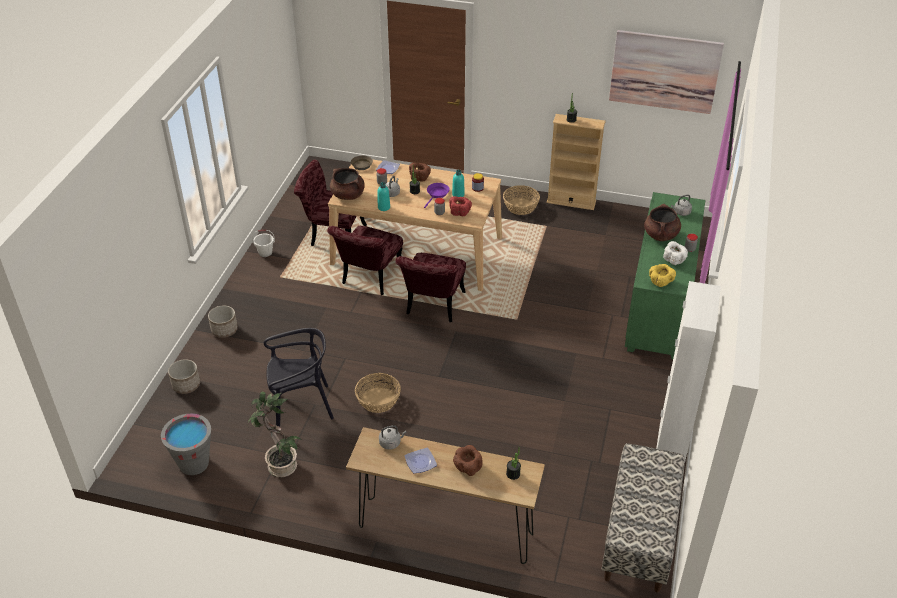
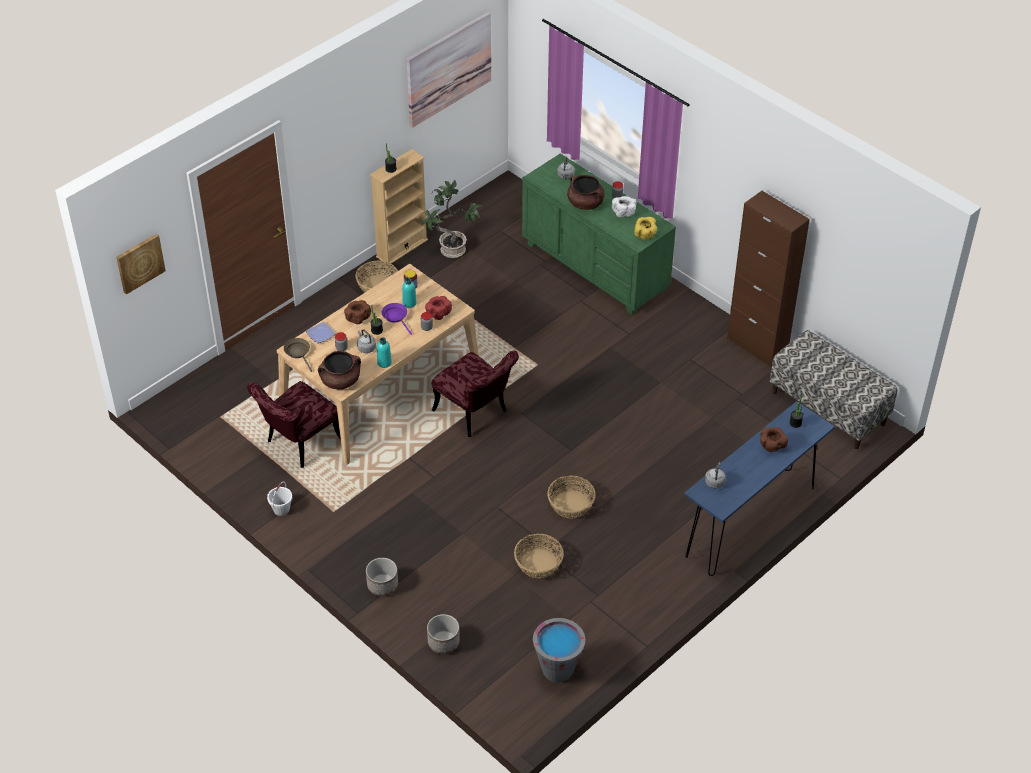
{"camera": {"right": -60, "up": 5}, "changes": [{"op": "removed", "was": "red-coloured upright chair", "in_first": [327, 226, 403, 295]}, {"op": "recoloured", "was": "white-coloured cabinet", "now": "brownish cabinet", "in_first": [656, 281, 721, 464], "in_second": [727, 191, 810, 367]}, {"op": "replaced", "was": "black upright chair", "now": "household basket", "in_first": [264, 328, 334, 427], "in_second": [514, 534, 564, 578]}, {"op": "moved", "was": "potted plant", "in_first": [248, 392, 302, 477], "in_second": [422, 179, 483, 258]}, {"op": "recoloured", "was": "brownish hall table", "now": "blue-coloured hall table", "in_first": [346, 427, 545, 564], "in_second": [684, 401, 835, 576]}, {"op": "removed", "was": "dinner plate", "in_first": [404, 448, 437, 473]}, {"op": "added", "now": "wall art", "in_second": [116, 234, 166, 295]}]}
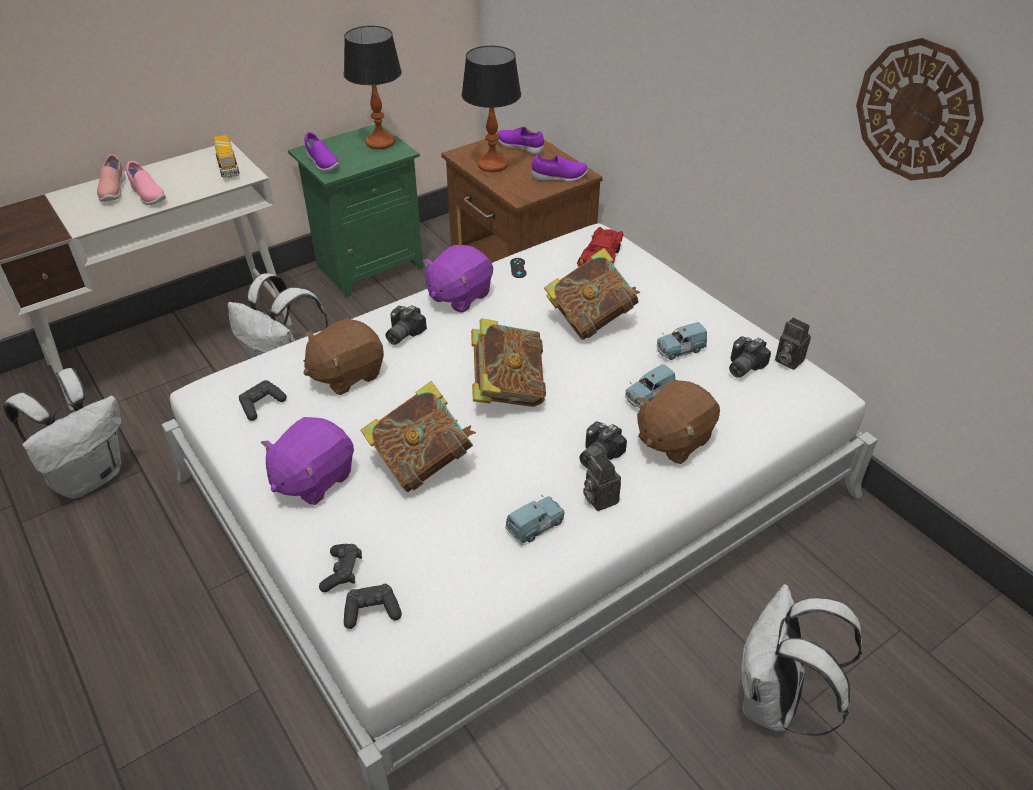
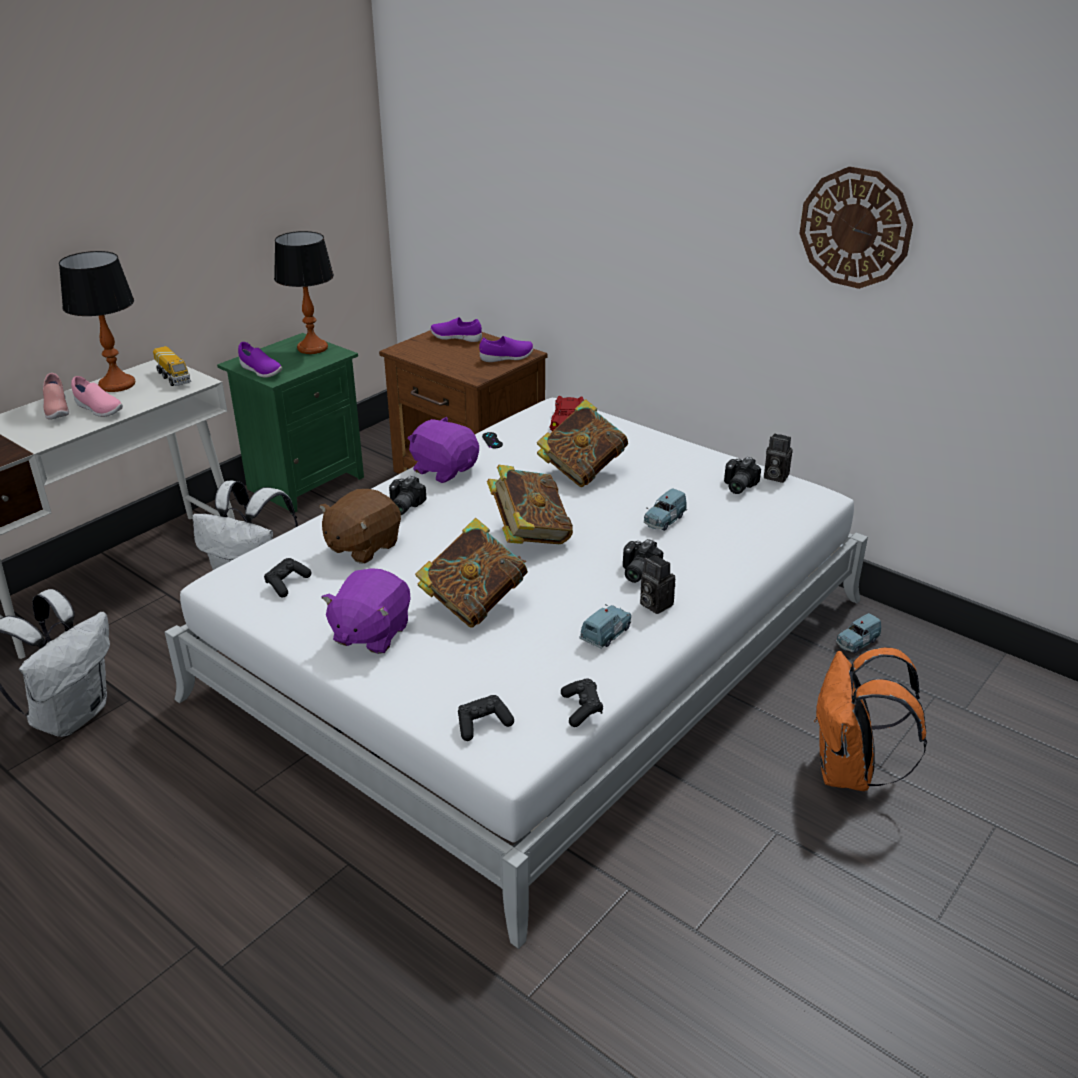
{"camera": {"right": -15, "up": -10}, "changes": [{"op": "moved", "was": "lamp for a table", "in_first": [462, 46, 521, 172], "in_second": [59, 251, 135, 392]}, {"op": "turned", "was": "purple plush toy", "in_first": [423, 245, 493, 313], "in_second": [407, 416, 479, 483], "clockwise": 105}, {"op": "moved", "was": "blue-coloured miniature car", "in_first": [657, 322, 707, 360], "in_second": [836, 613, 881, 653]}, {"op": "removed", "was": "brownish plush toy", "in_first": [637, 379, 720, 464]}, {"op": "moved", "was": "black game controller", "in_first": [319, 544, 362, 592], "in_second": [561, 678, 603, 727]}, {"op": "recoloured", "was": "white-coloured backpack", "now": "orange backpack", "in_first": [741, 584, 862, 736], "in_second": [814, 648, 927, 791]}]}
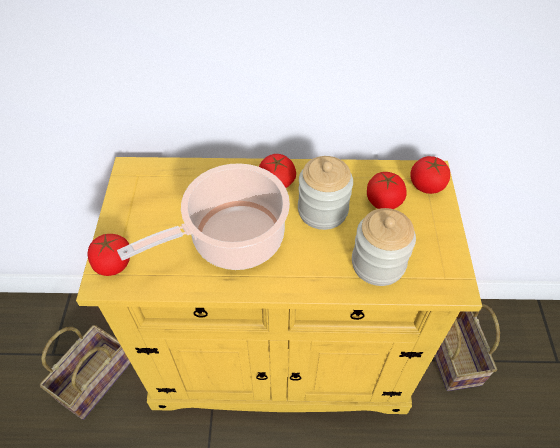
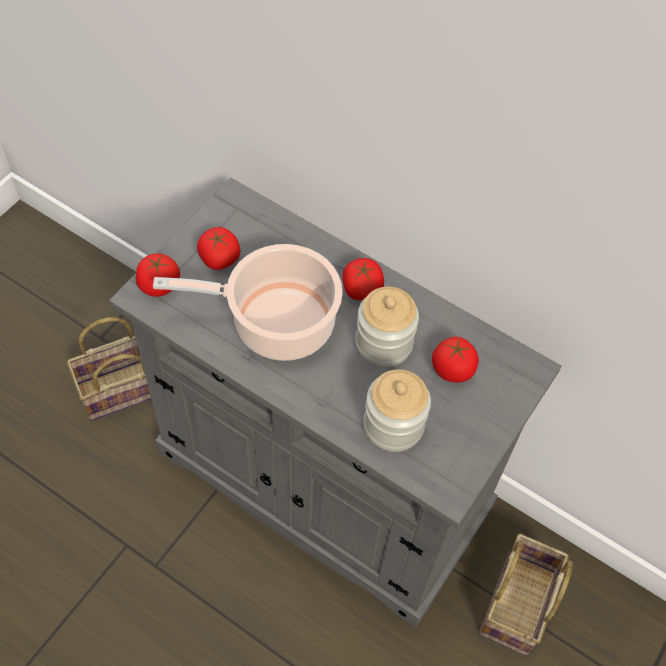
{"camera": {"right": 30, "up": 5}, "changes": [{"op": "moved", "was": "whole tomato", "in_first": [410, 156, 450, 194], "in_second": [197, 227, 240, 270]}, {"op": "recoloured", "was": "yellow cabinet", "now": "grey cabinet", "in_first": [76, 157, 482, 414], "in_second": [109, 177, 562, 627]}]}
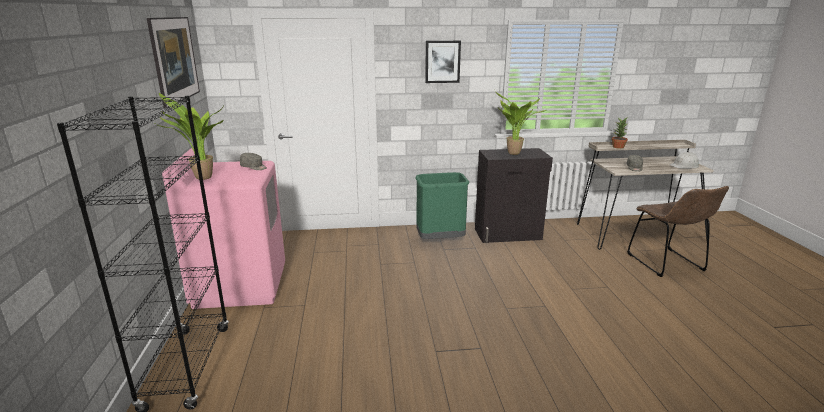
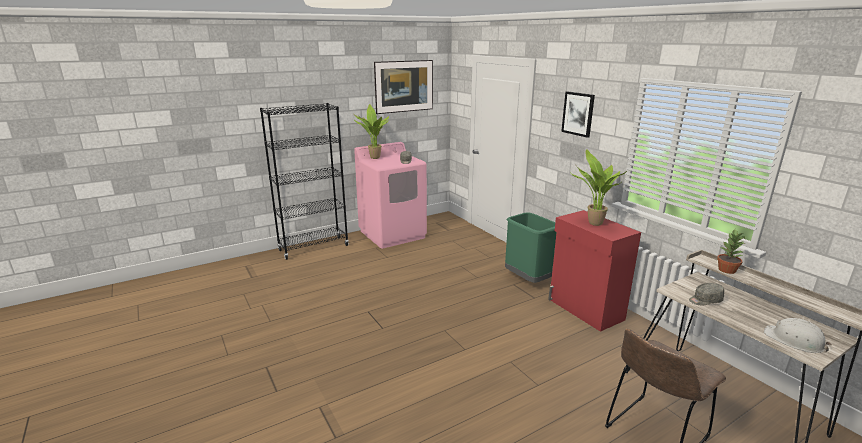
{"camera": {"right": 65, "up": 0}, "changes": [{"op": "recoloured", "was": "black cabinet", "now": "red-coloured cabinet", "in_first": [475, 148, 553, 243], "in_second": [548, 210, 641, 332]}]}
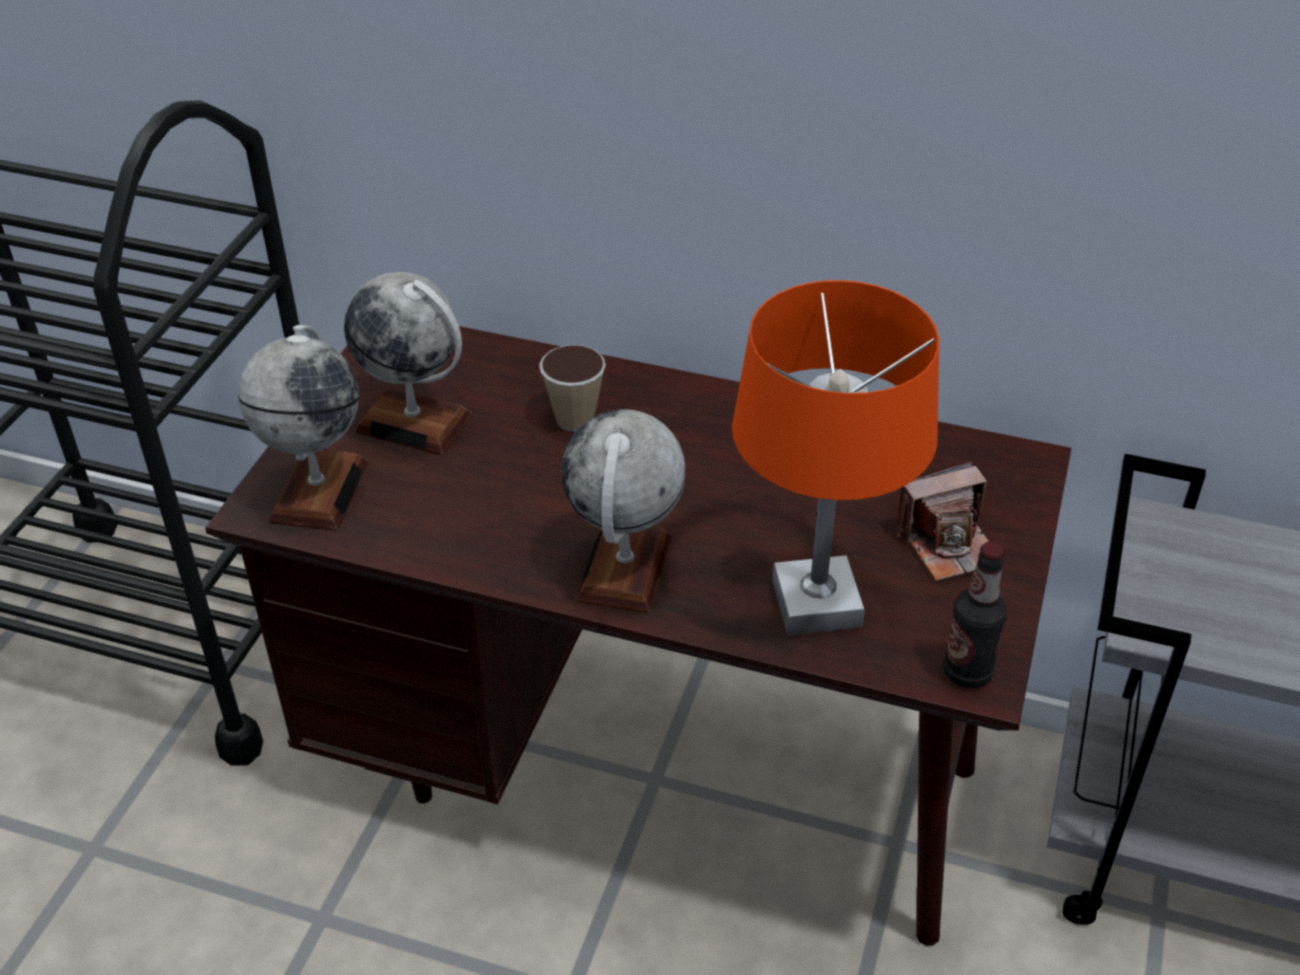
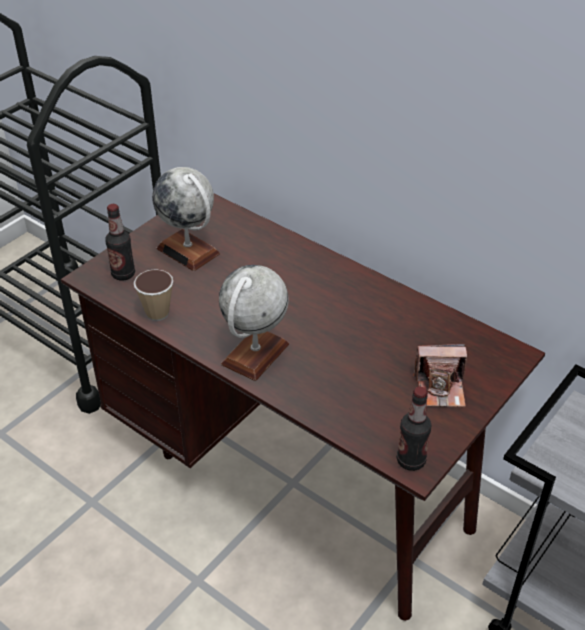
{"camera": {"right": 20, "up": 0}, "changes": [{"op": "removed", "was": "orange lamp for a table", "in_first": [732, 280, 939, 635]}, {"op": "replaced", "was": "world globe", "now": "beverage bottle", "in_first": [238, 325, 368, 530], "in_second": [105, 204, 135, 281]}, {"op": "moved", "was": "drinking cup", "in_first": [539, 345, 606, 432], "in_second": [134, 269, 173, 321]}]}
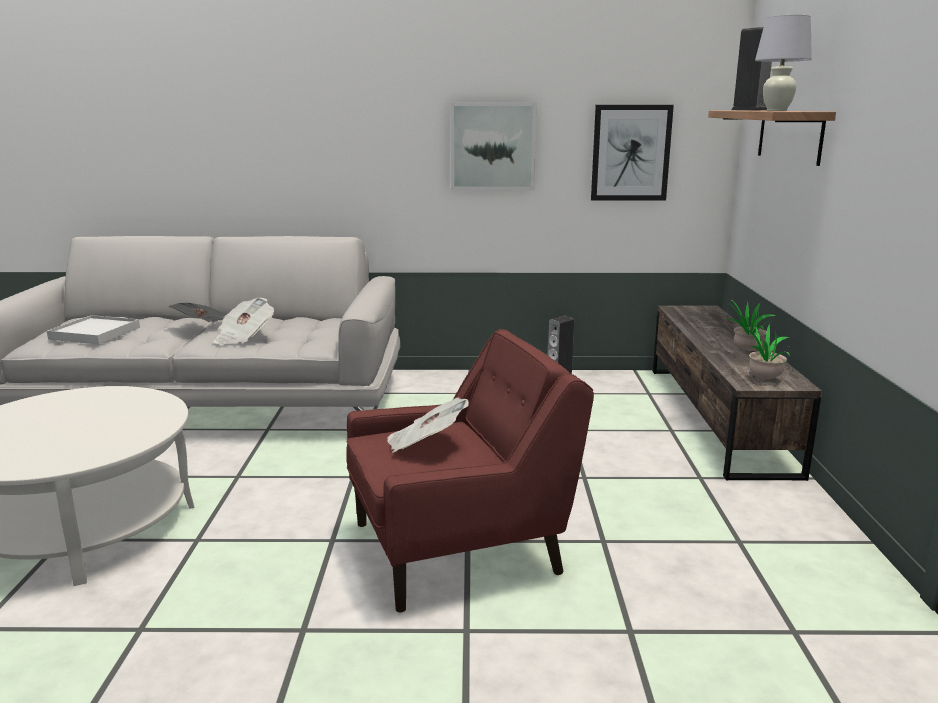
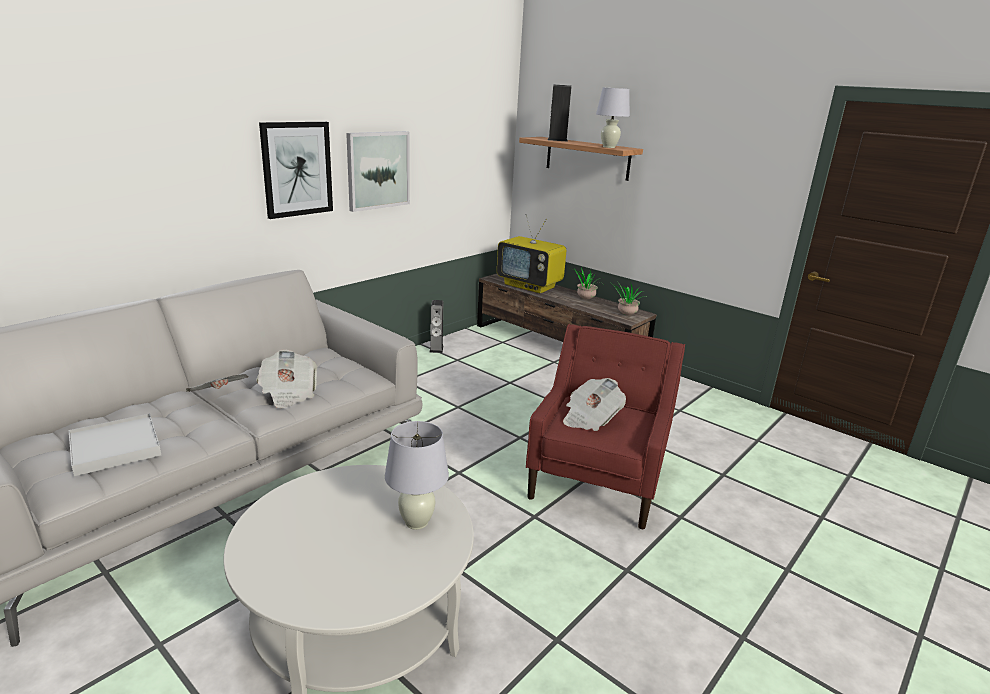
{"camera": {"right": -50, "up": 5}, "changes": [{"op": "moved", "was": "wall art", "in_first": [591, 105, 674, 200], "in_second": [259, 122, 333, 219]}, {"op": "added", "now": "TV", "in_second": [497, 214, 566, 293]}, {"op": "added", "now": "white-coloured lamp for a table", "in_second": [385, 421, 449, 530]}]}
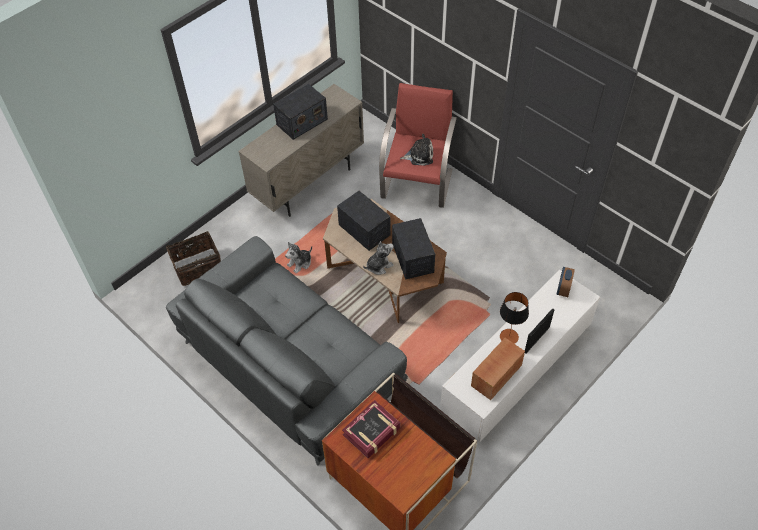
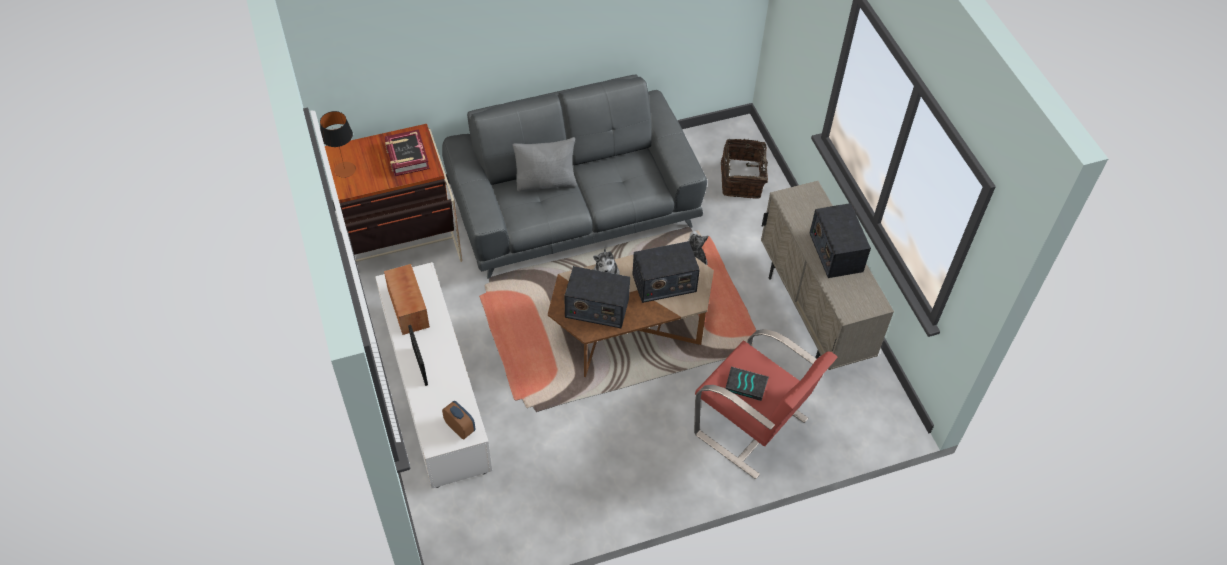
{"camera": {"right": 115, "up": 0}, "changes": [{"op": "replaced", "was": "plush toy", "now": "volume", "in_first": [400, 134, 433, 166], "in_second": [725, 367, 769, 401]}, {"op": "moved", "was": "lamp for a table", "in_first": [500, 292, 529, 344], "in_second": [320, 111, 356, 178]}, {"op": "added", "now": "grey throw pillow", "in_second": [512, 137, 577, 191]}]}
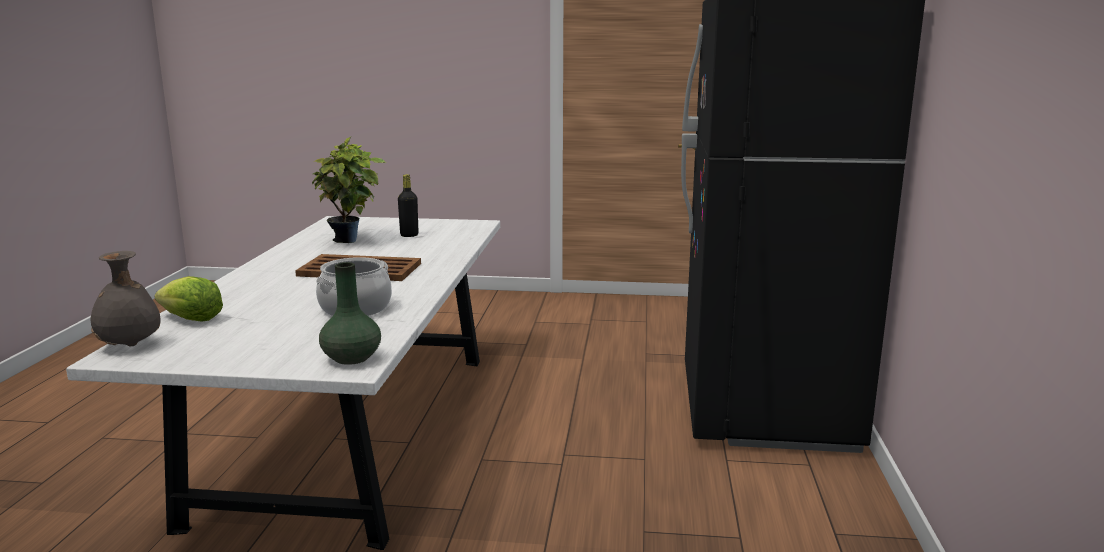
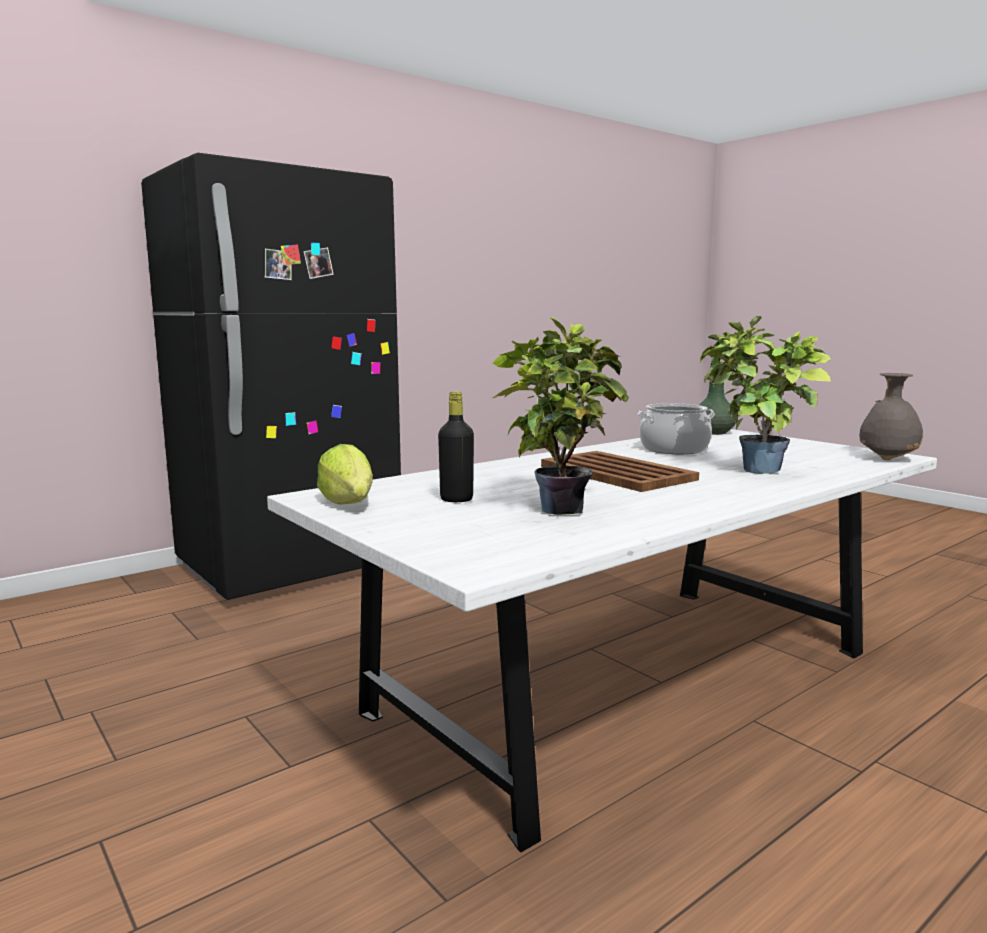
{"camera": {"right": -135, "up": -5}, "changes": [{"op": "moved", "was": "lettuce", "in_first": [154, 276, 223, 322], "in_second": [317, 444, 373, 505]}, {"op": "added", "now": "potted plant", "in_second": [700, 316, 831, 474]}]}
